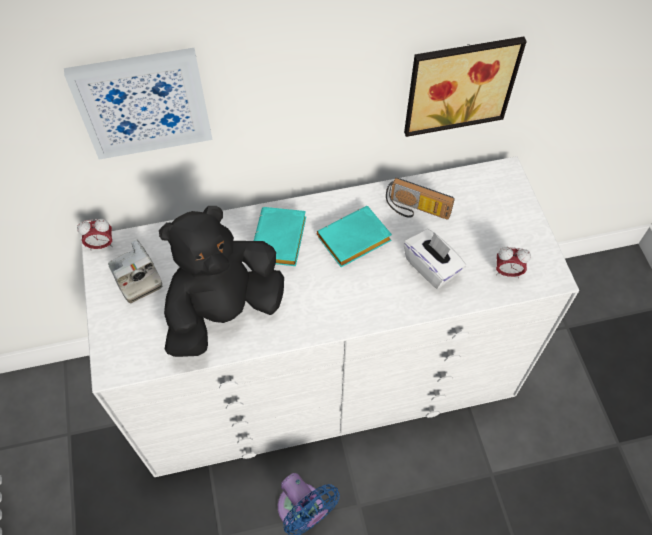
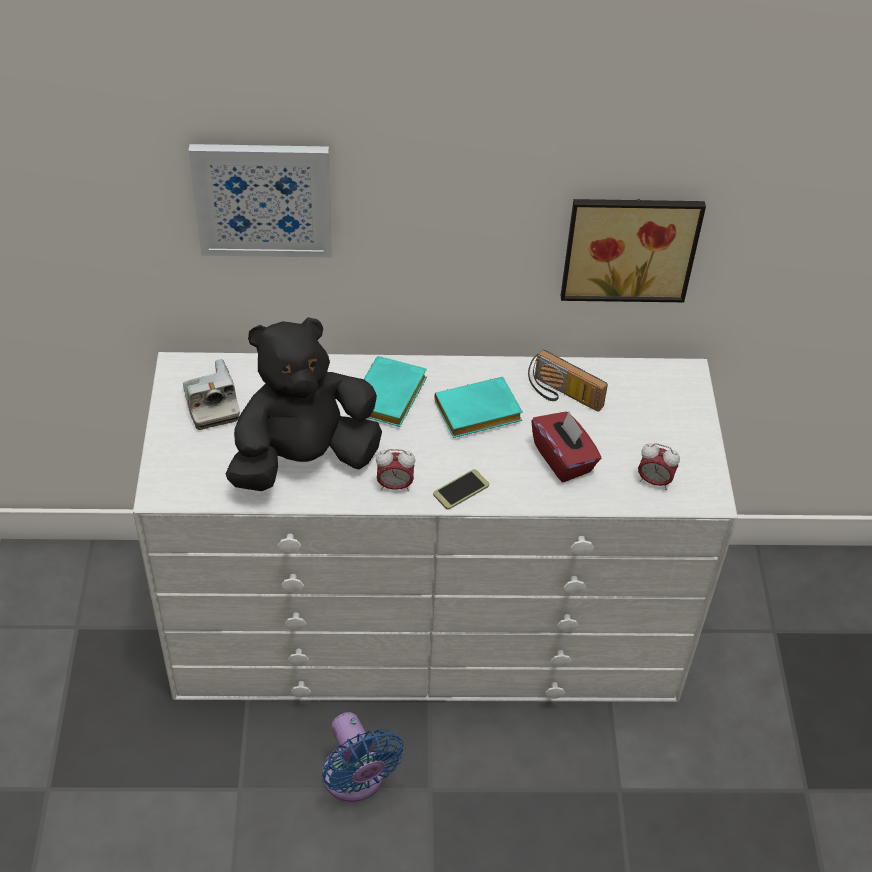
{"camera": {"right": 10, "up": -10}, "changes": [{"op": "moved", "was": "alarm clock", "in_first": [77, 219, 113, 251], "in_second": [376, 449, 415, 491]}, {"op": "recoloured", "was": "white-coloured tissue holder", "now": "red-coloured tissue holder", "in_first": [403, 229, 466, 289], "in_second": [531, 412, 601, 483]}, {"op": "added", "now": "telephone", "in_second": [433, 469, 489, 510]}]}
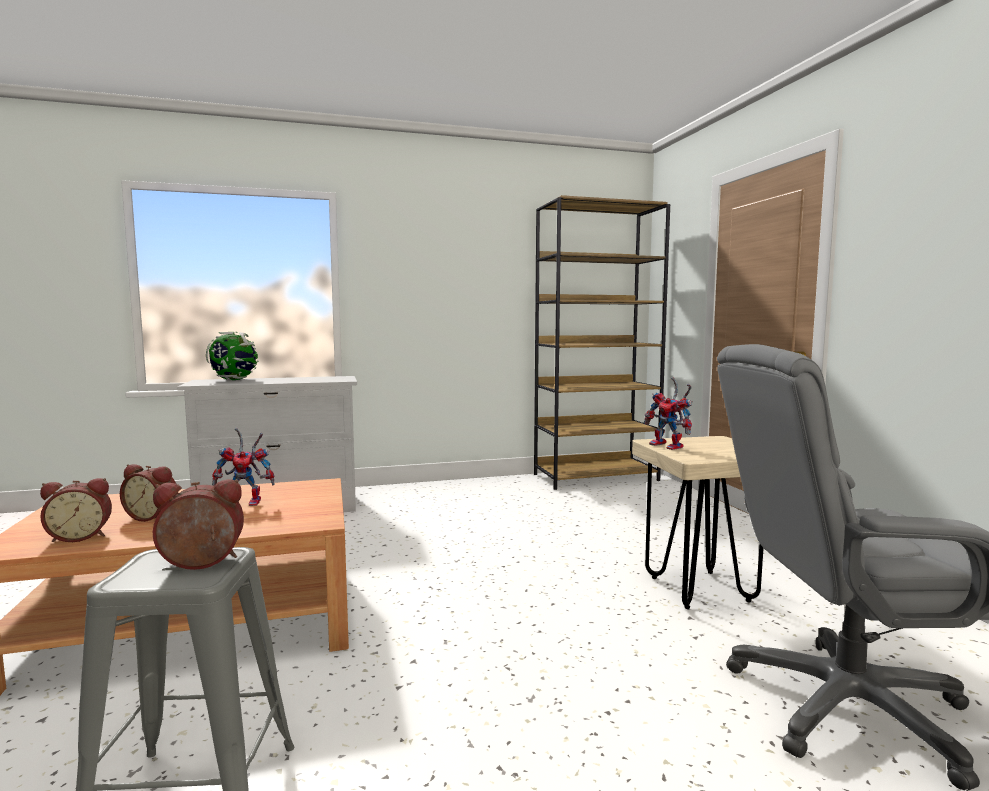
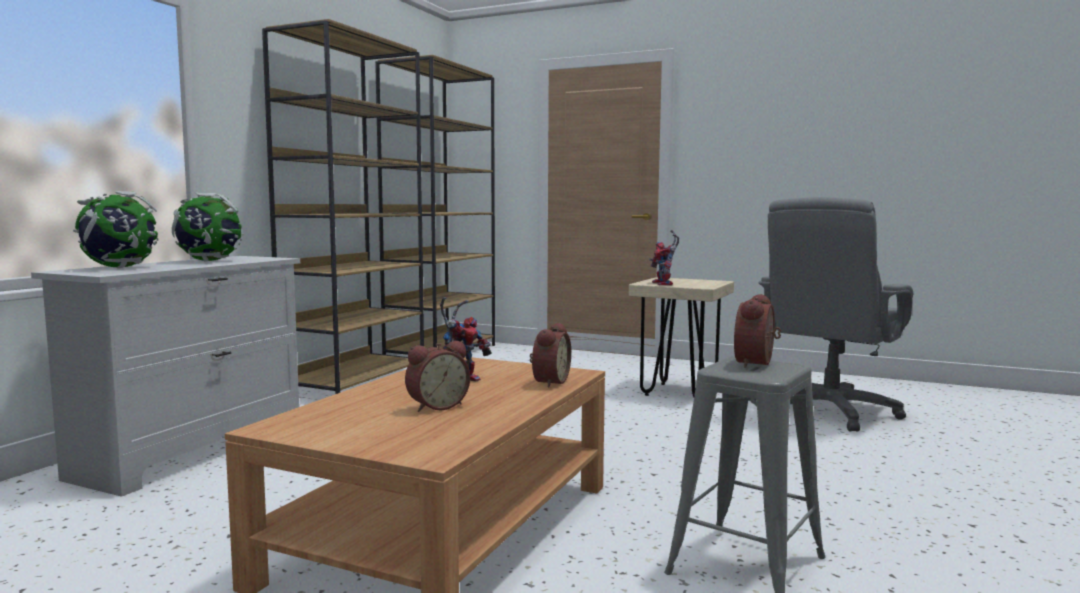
{"camera": {"right": -50, "up": 0}, "changes": [{"op": "turned", "was": "robot figure", "in_first": [643, 377, 693, 450], "in_second": [649, 230, 679, 285], "clockwise": 75}, {"op": "moved", "was": "alarm clock", "in_first": [40, 478, 112, 542], "in_second": [530, 323, 571, 388]}, {"op": "added", "now": "brownish bookcase", "in_second": [262, 19, 424, 394]}, {"op": "added", "now": "world globe", "in_second": [172, 193, 244, 262]}]}
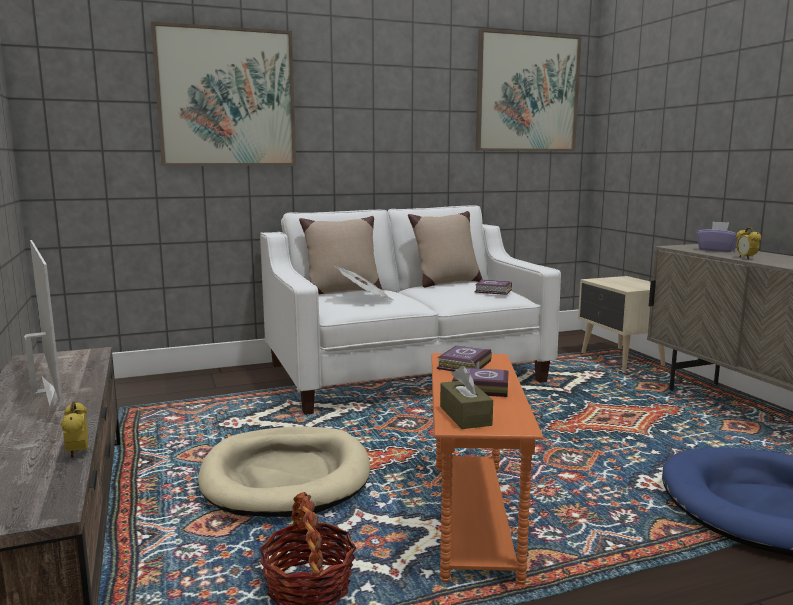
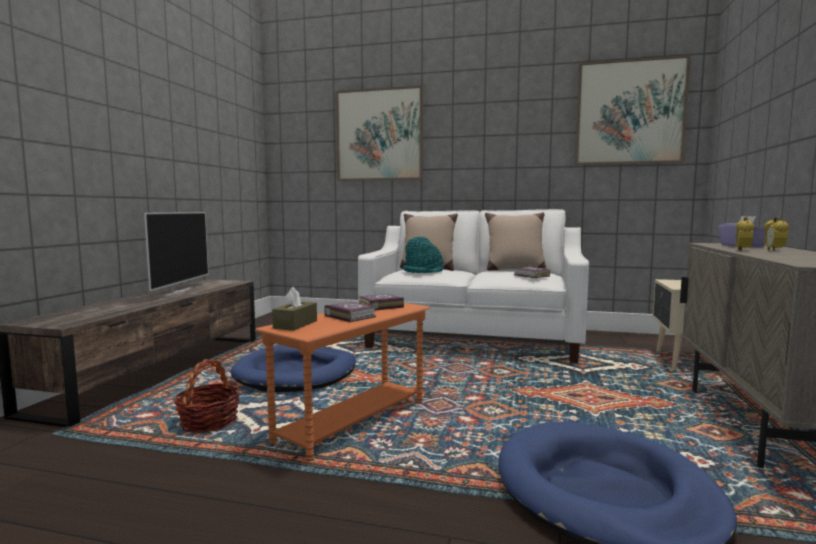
{"camera": {"right": 35, "up": -5}, "changes": [{"op": "replaced", "was": "printed paper", "now": "turquoise hat", "in_first": [334, 266, 393, 300], "in_second": [403, 237, 444, 273]}, {"op": "moved", "was": "alarm clock", "in_first": [61, 401, 88, 459], "in_second": [764, 217, 789, 251]}, {"op": "recoloured", "was": "sand-coloured pet bed", "now": "blue-coloured pet bed", "in_first": [198, 426, 370, 517], "in_second": [231, 345, 356, 392]}]}
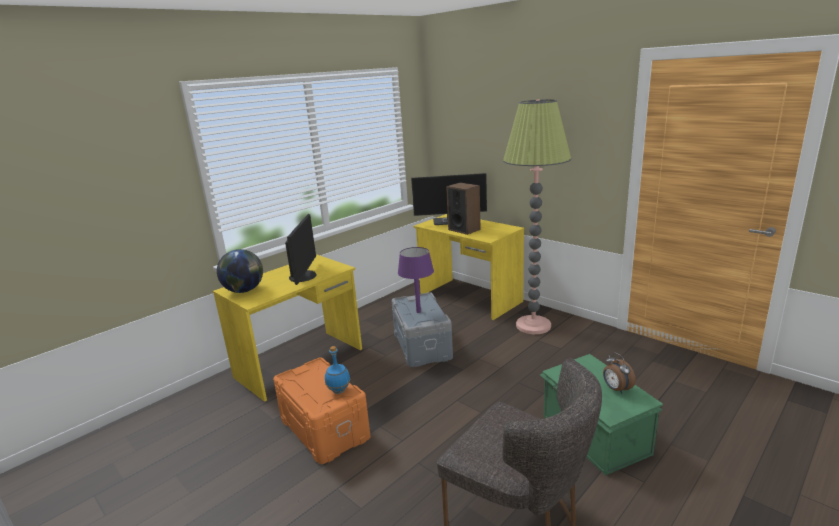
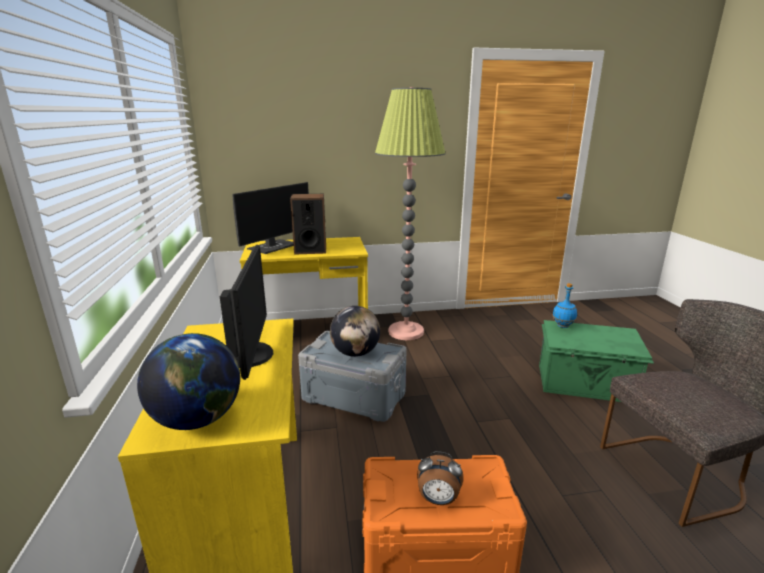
{"camera": {"right": -55, "up": 0}, "changes": [{"op": "turned", "was": "computer screen", "in_first": [285, 214, 317, 285], "in_second": [220, 245, 273, 380], "clockwise": 45}, {"op": "replaced", "was": "purple lamp for a table", "now": "world globe", "in_first": [398, 247, 434, 313], "in_second": [330, 306, 380, 357]}, {"op": "moved", "was": "blue-coloured beverage bottle", "in_first": [325, 346, 350, 394], "in_second": [552, 283, 577, 328]}, {"op": "moved", "was": "alarm clock", "in_first": [603, 353, 636, 394], "in_second": [417, 451, 463, 505]}]}
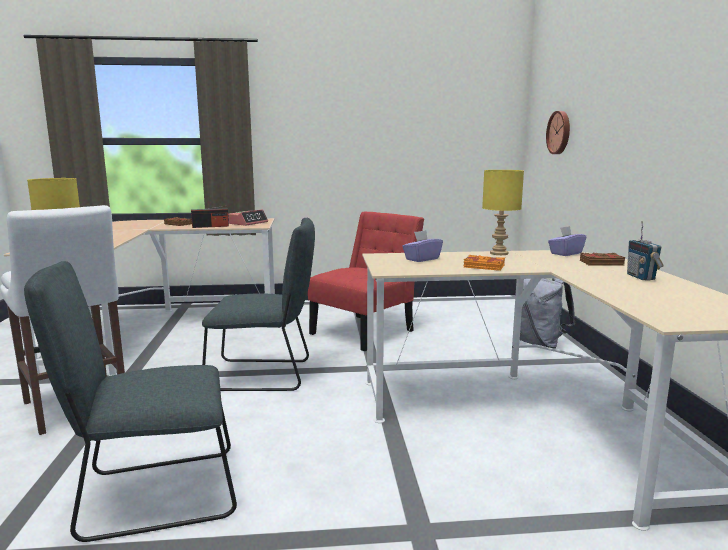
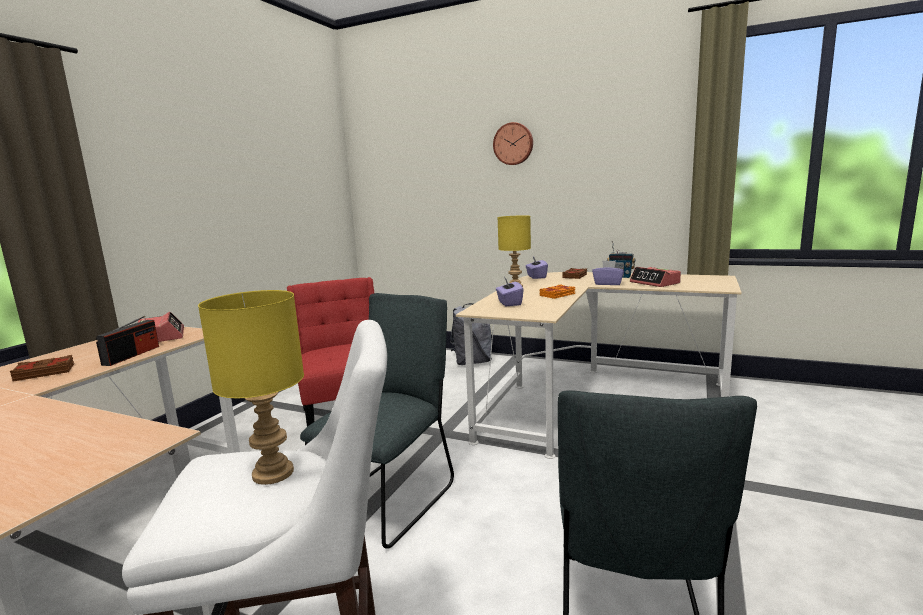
{"camera": {"right": -60, "up": 0}, "changes": [{"op": "moved", "was": "hanging clock", "in_first": [546, 111, 570, 154], "in_second": [493, 122, 533, 165]}, {"op": "added", "now": "purple tissue holder", "in_second": [592, 261, 624, 285]}, {"op": "added", "now": "alarm clock", "in_second": [630, 267, 681, 287]}]}
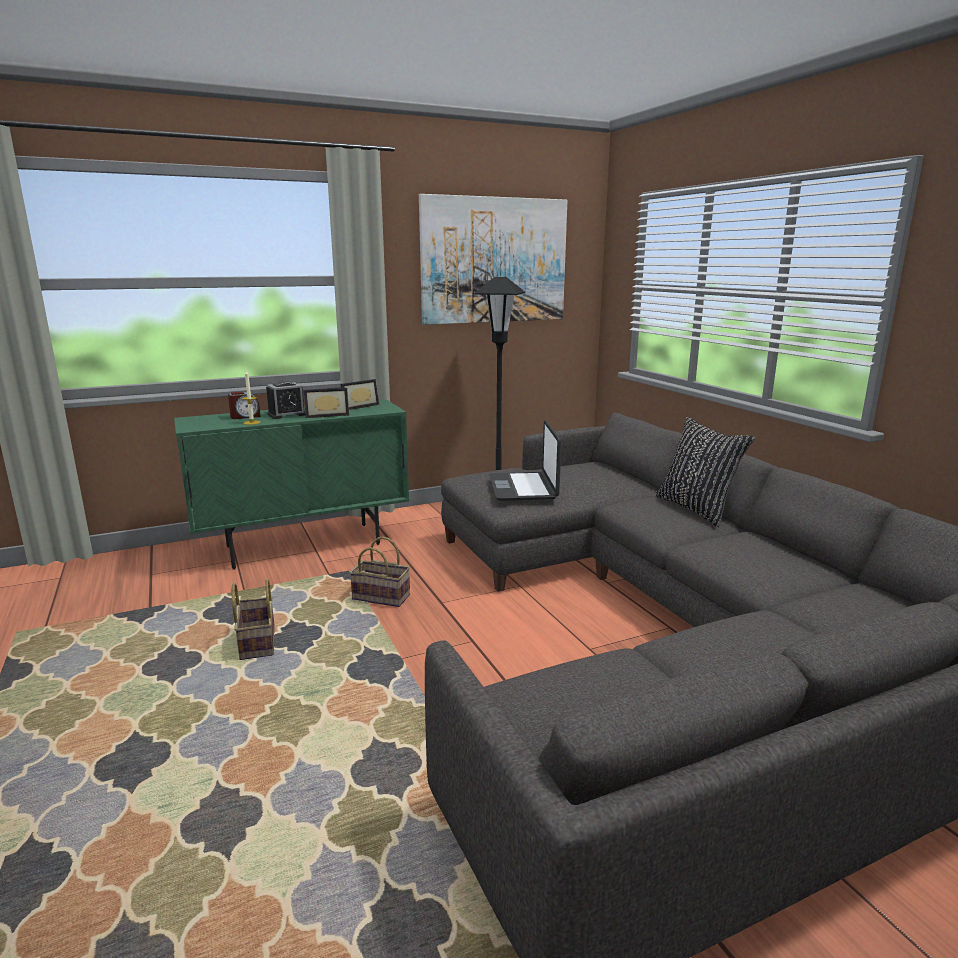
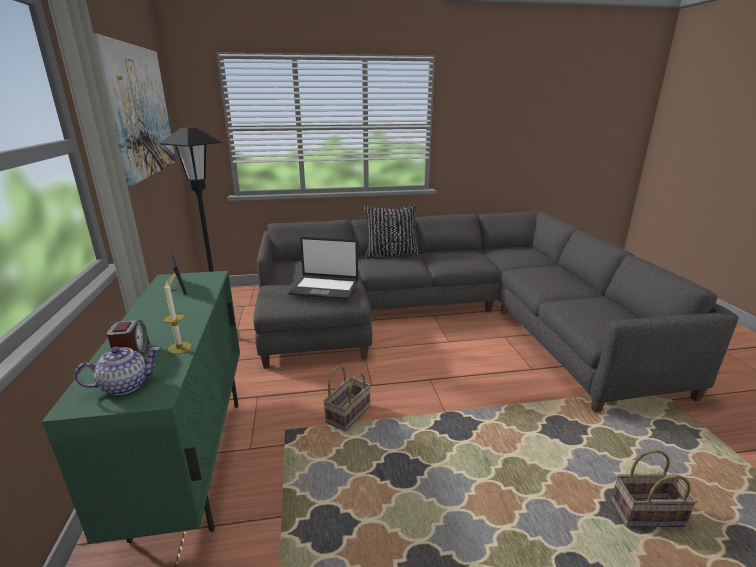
{"camera": {"right": -75, "up": 5}, "changes": [{"op": "removed", "was": "alarm clock", "in_first": [266, 381, 305, 419]}, {"op": "removed", "was": "photo frame", "in_first": [303, 388, 349, 418]}, {"op": "moved", "was": "household basket", "in_first": [232, 579, 275, 660], "in_second": [611, 450, 697, 527]}, {"op": "added", "now": "teapot", "in_second": [74, 347, 160, 395]}]}
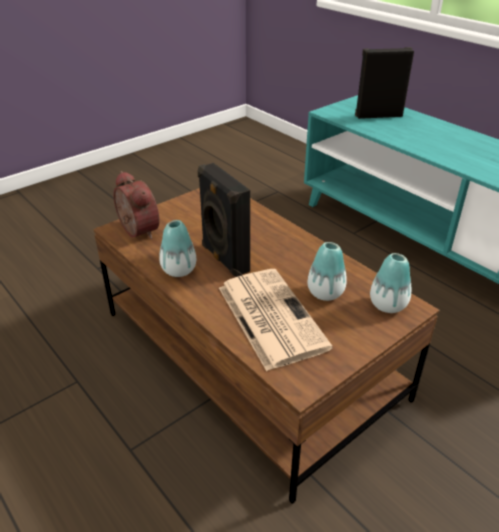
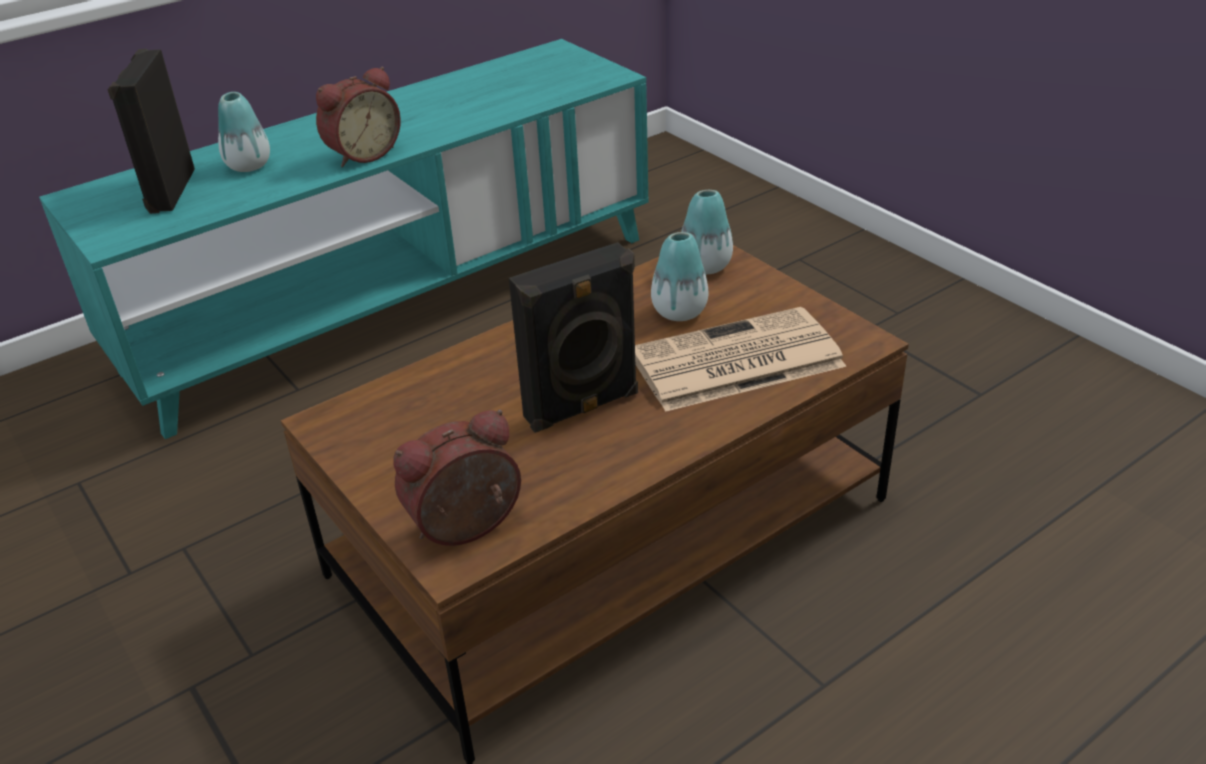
{"camera": {"right": -85, "up": 0}, "changes": [{"op": "moved", "was": "decorative vase", "in_first": [159, 220, 196, 277], "in_second": [218, 92, 270, 172]}, {"op": "added", "now": "alarm clock", "in_second": [316, 67, 401, 167]}]}
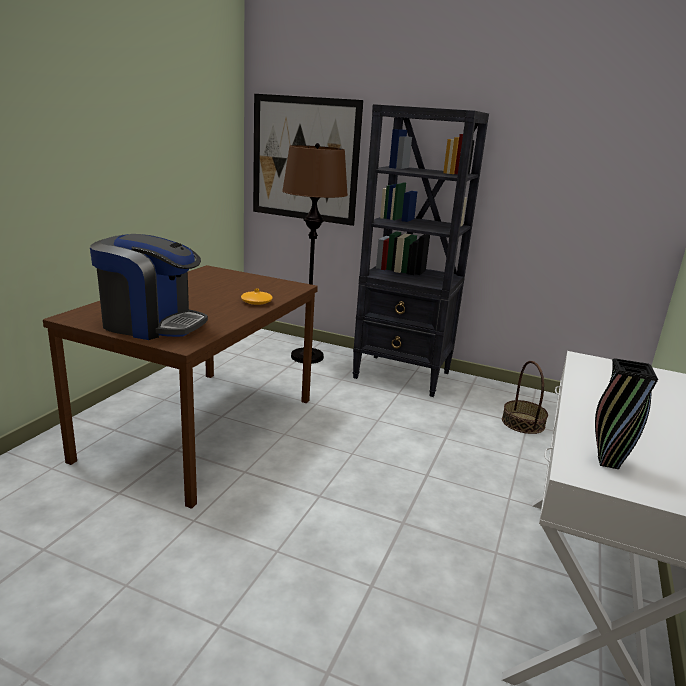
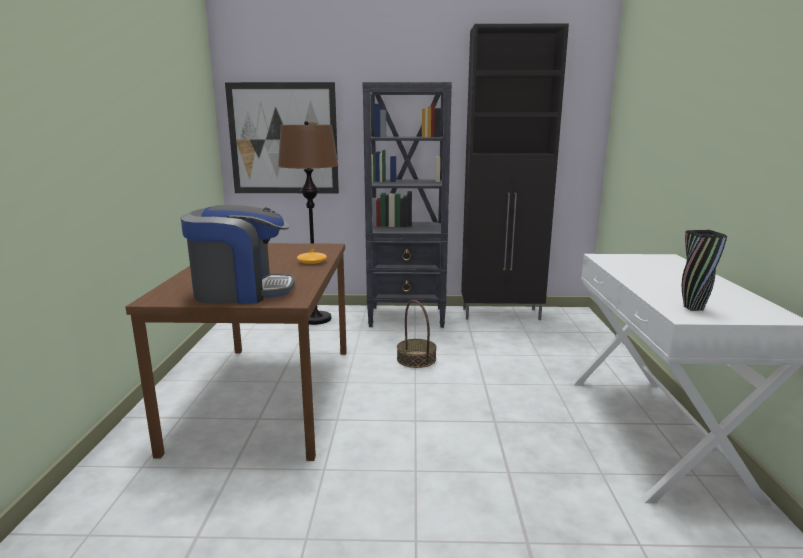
{"camera": {"right": -20, "up": -5}, "changes": [{"op": "moved", "was": "household basket", "in_first": [502, 361, 548, 434], "in_second": [397, 300, 437, 368]}, {"op": "added", "now": "black cabinet", "in_second": [461, 23, 569, 320]}]}
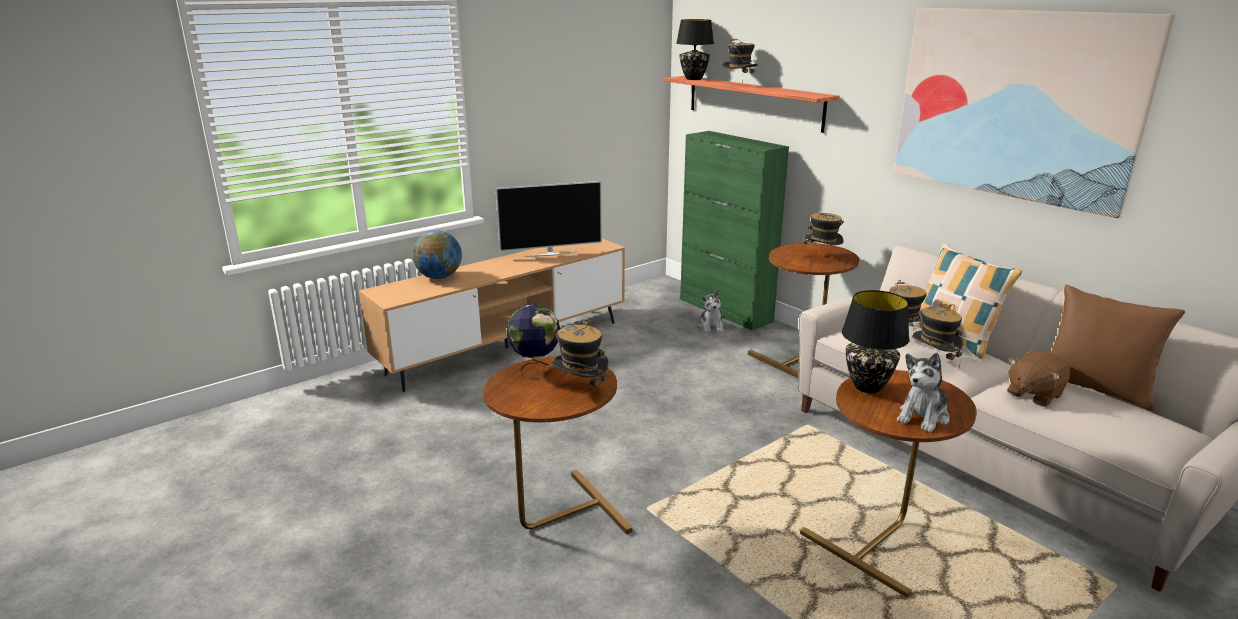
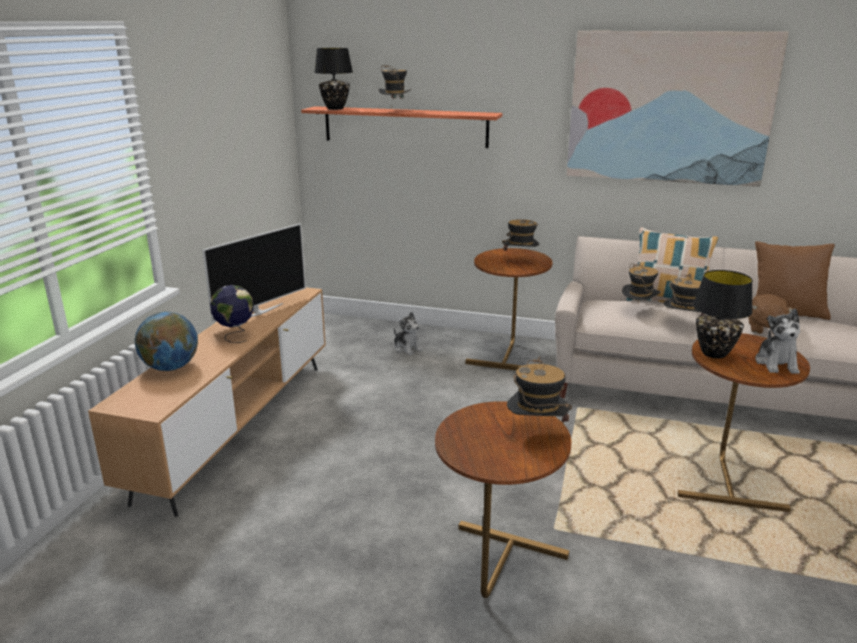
{"camera": {"right": -35, "up": 0}, "changes": [{"op": "removed", "was": "greenish cabinet", "in_first": [680, 131, 789, 331]}, {"op": "moved", "was": "world globe", "in_first": [506, 304, 560, 379], "in_second": [210, 285, 254, 343]}]}
